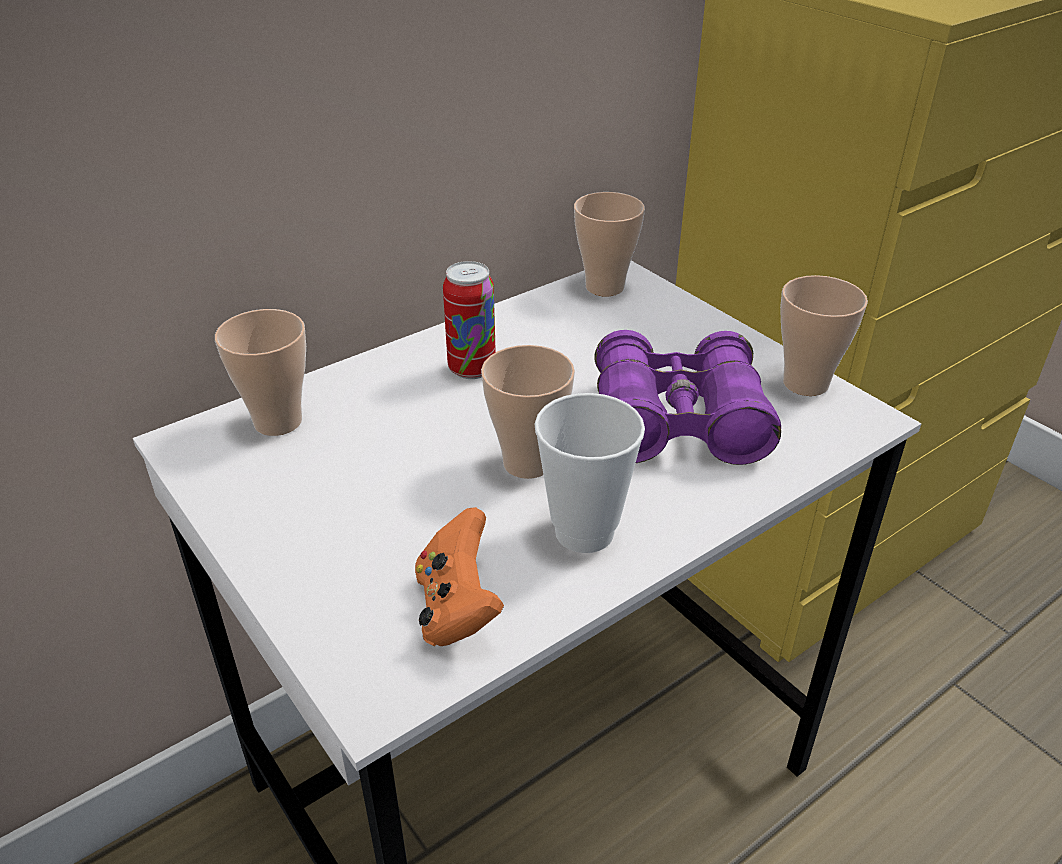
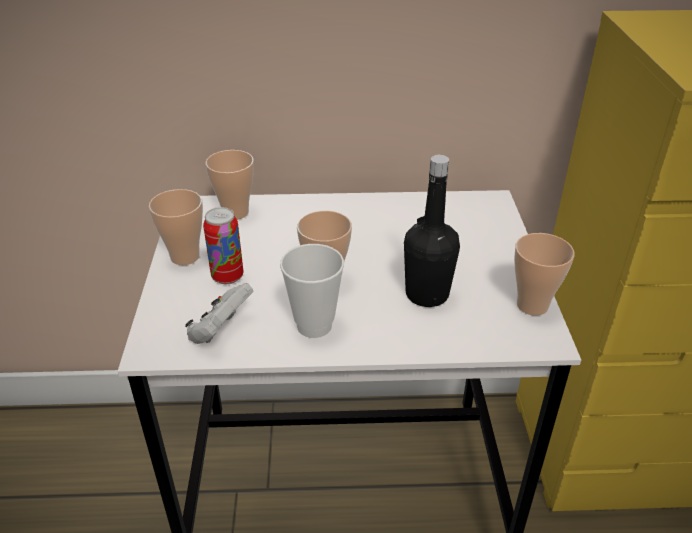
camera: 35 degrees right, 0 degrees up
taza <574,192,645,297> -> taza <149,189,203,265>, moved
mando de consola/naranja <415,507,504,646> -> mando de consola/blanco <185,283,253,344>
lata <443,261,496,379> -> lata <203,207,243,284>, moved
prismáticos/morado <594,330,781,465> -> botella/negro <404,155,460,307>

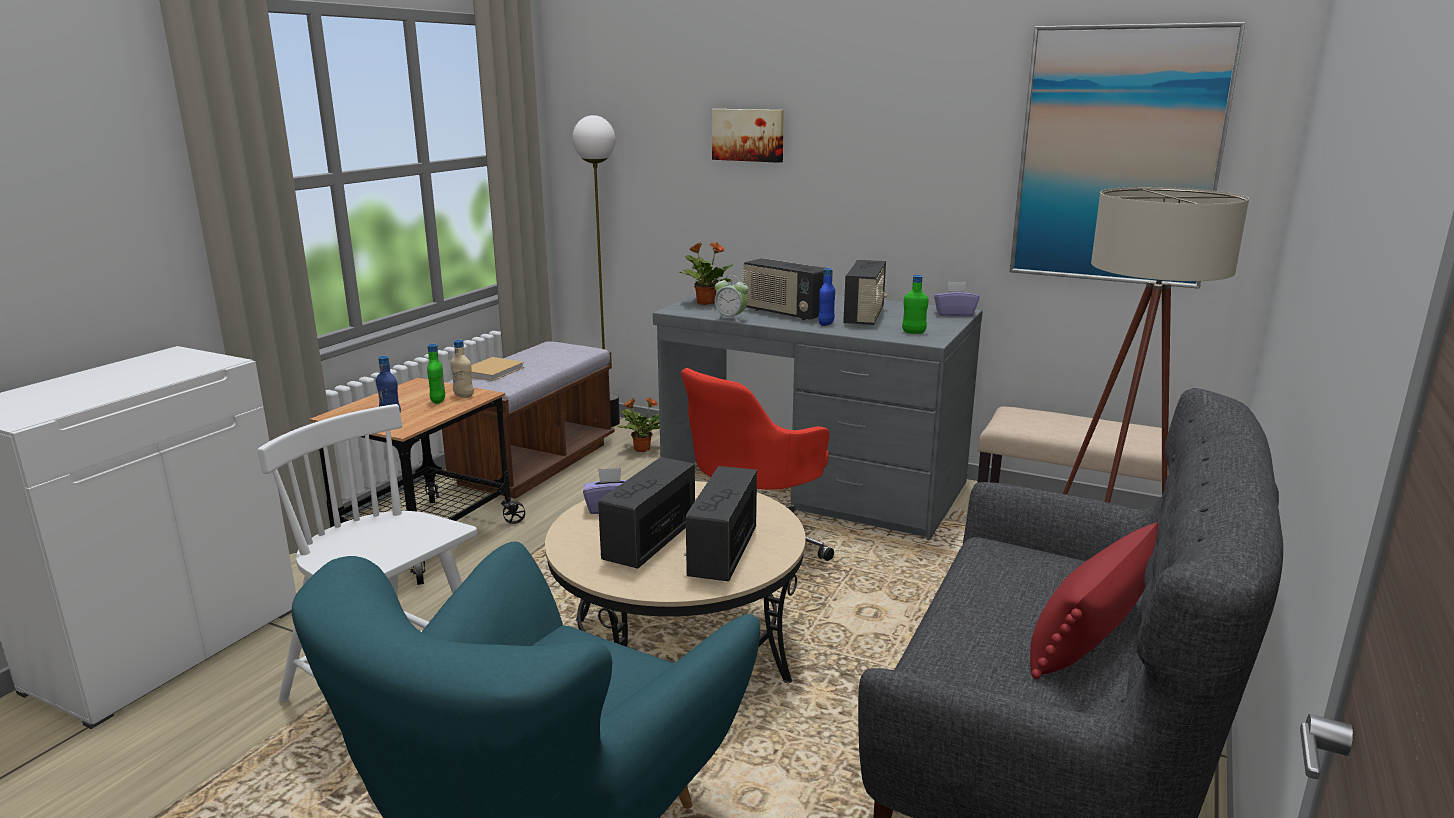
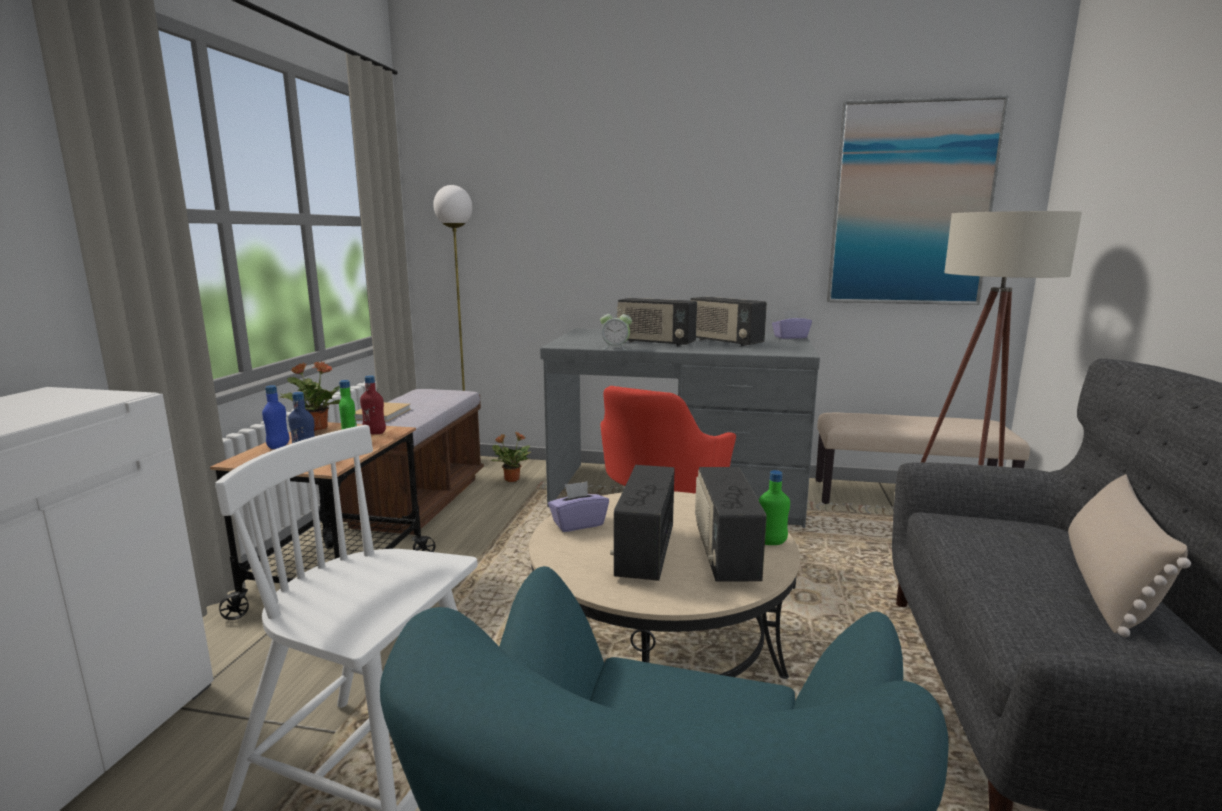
camera: 15 degrees left, 5 degrees down
botella/azul <818,268,835,326> -> botella/azul <262,385,289,449>, moved
planta en maceta <679,242,734,305> -> planta en maceta <279,361,340,431>, moved
botella/beis <450,340,474,398> -> botella/rojo <360,375,386,434>
radio <843,260,887,325> -> radio <691,297,767,346>, 135 degrees clockwise
botella/verde <902,275,928,334> -> botella/verde <759,470,790,545>, moved
cojín/rojo <1030,523,1158,679> -> cojín/beis <1068,474,1191,637>
cuadro <712,109,784,163> -> none

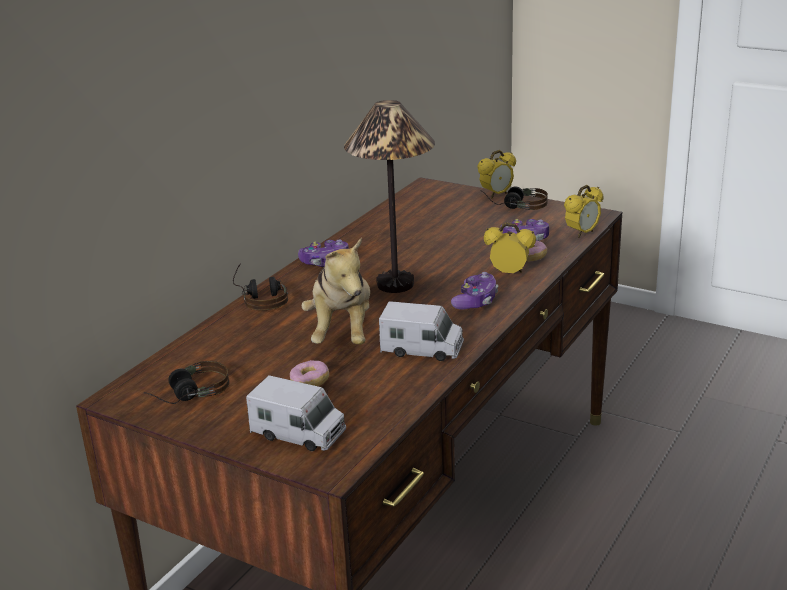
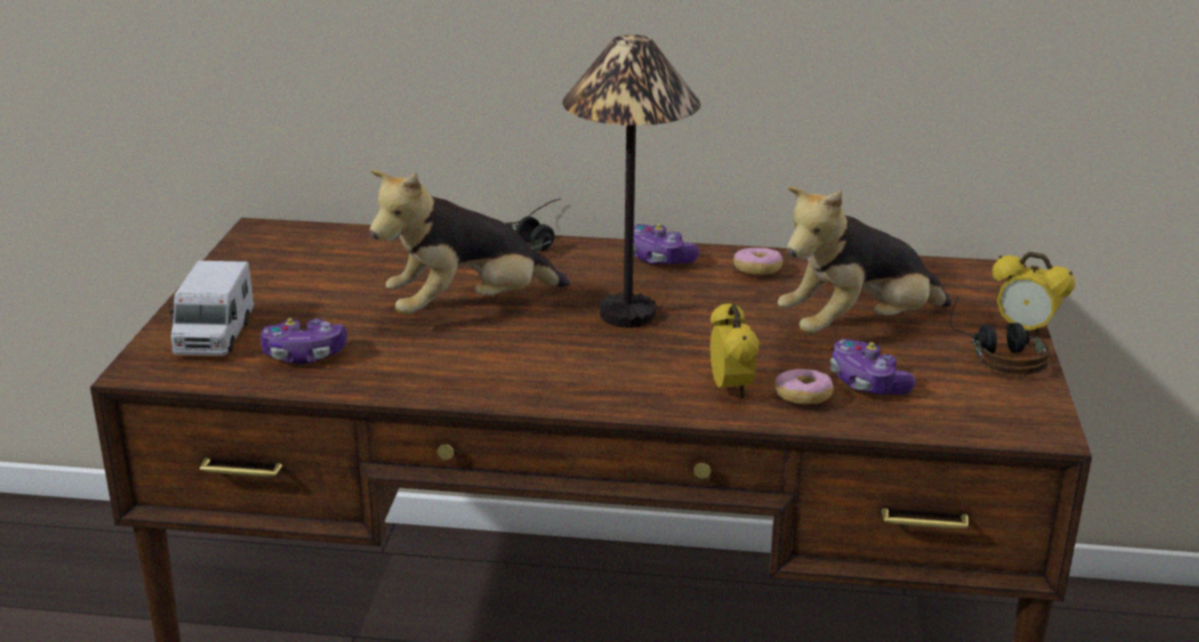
camera: 65 degrees right, 0 degrees up
mando de consola <451,272,498,309> -> mando de consola <261,318,347,364>, moved
rosquilla <290,360,329,386> -> rosquilla <733,248,783,275>, moved
none -> peluche <778,186,951,334>
auriculares <144,361,229,404> -> none
camión de juguete <379,301,464,361> -> none
despertador <564,185,604,238> -> none

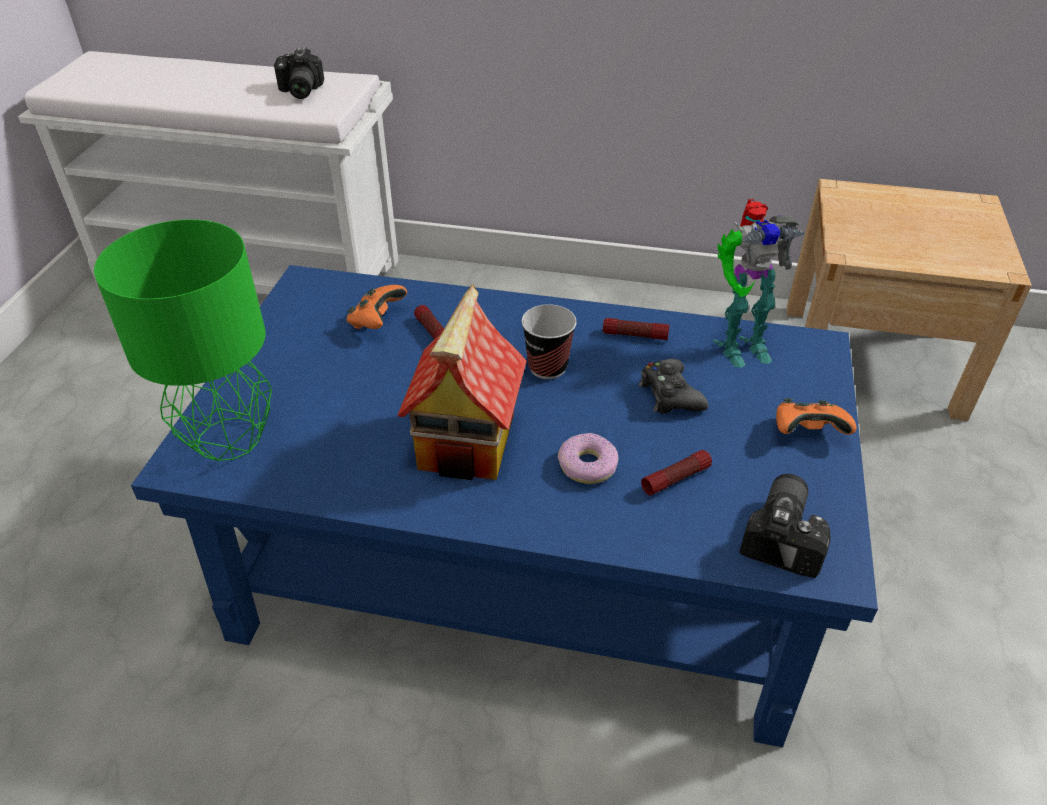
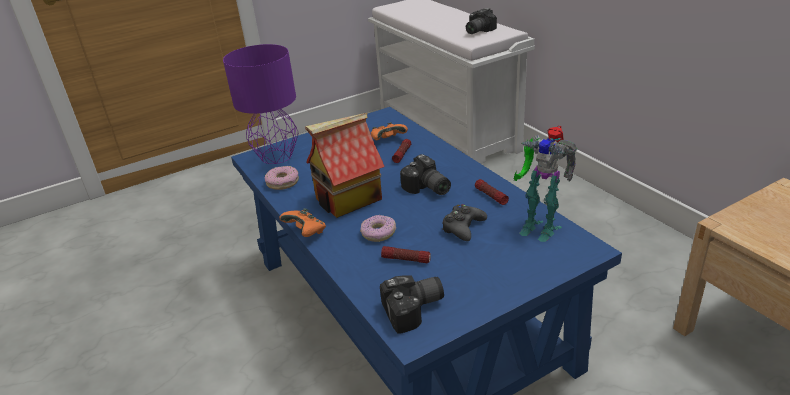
camera: 50 degrees right, 10 degrees down
lámpara de mesa/verde <94,219,272,461> -> lámpara de mesa/morado <223,44,299,164>
none -> rosquilla <264,166,299,190>
mando de consola/naranja <776,398,856,435> -> mando de consola/naranja <279,208,326,237>, moved
taza <521,304,577,379> -> cámara <400,154,451,195>

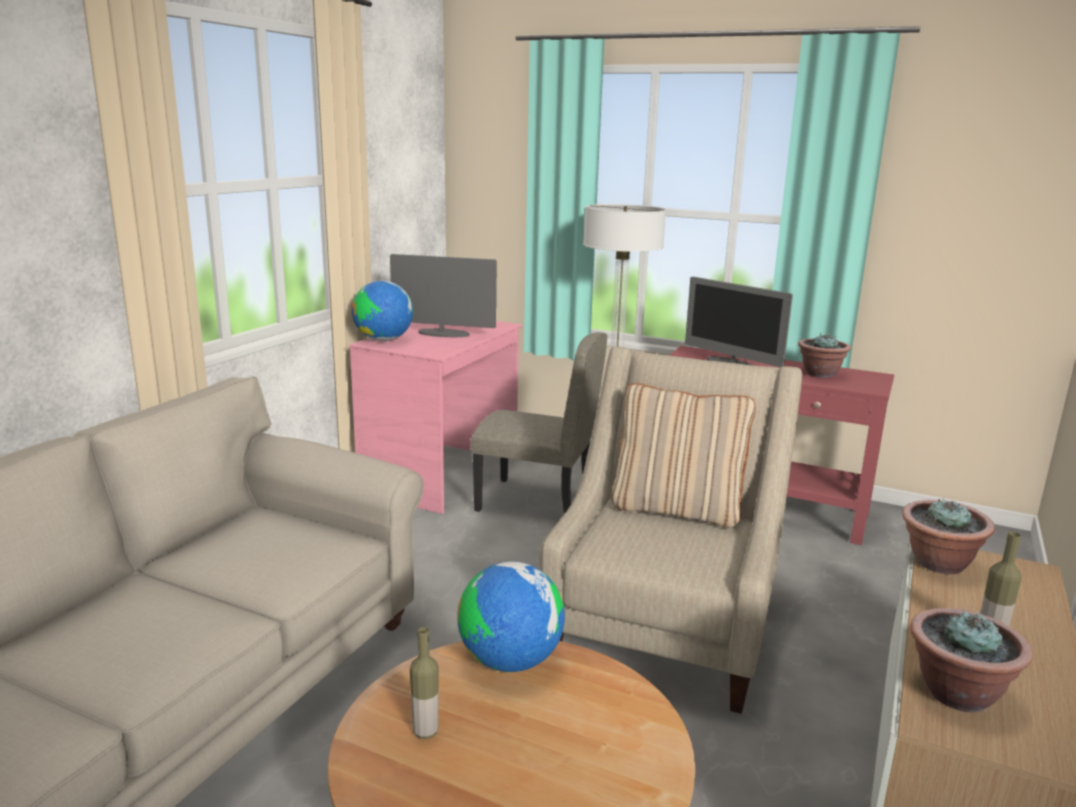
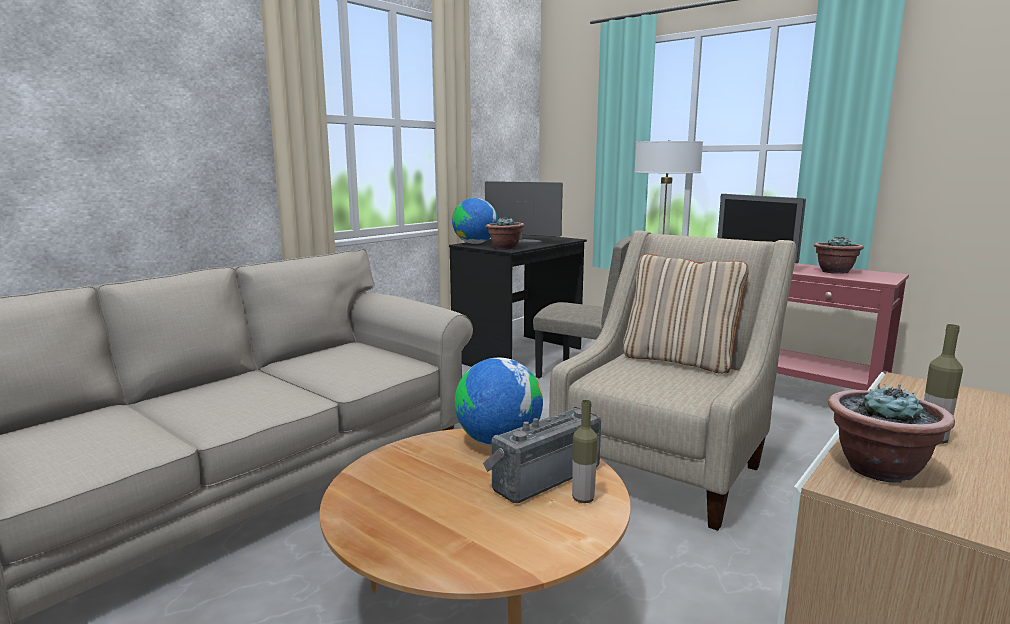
camera: 15 degrees right, 5 degrees down
escritorio/rosa <349,321,522,514> -> escritorio/negro <449,235,587,367>
none -> radio <483,407,601,503>
planta en maceta <902,497,995,574> -> planta en maceta <486,216,524,250>, moved
botella <410,627,439,739> -> botella <572,400,598,503>, moved

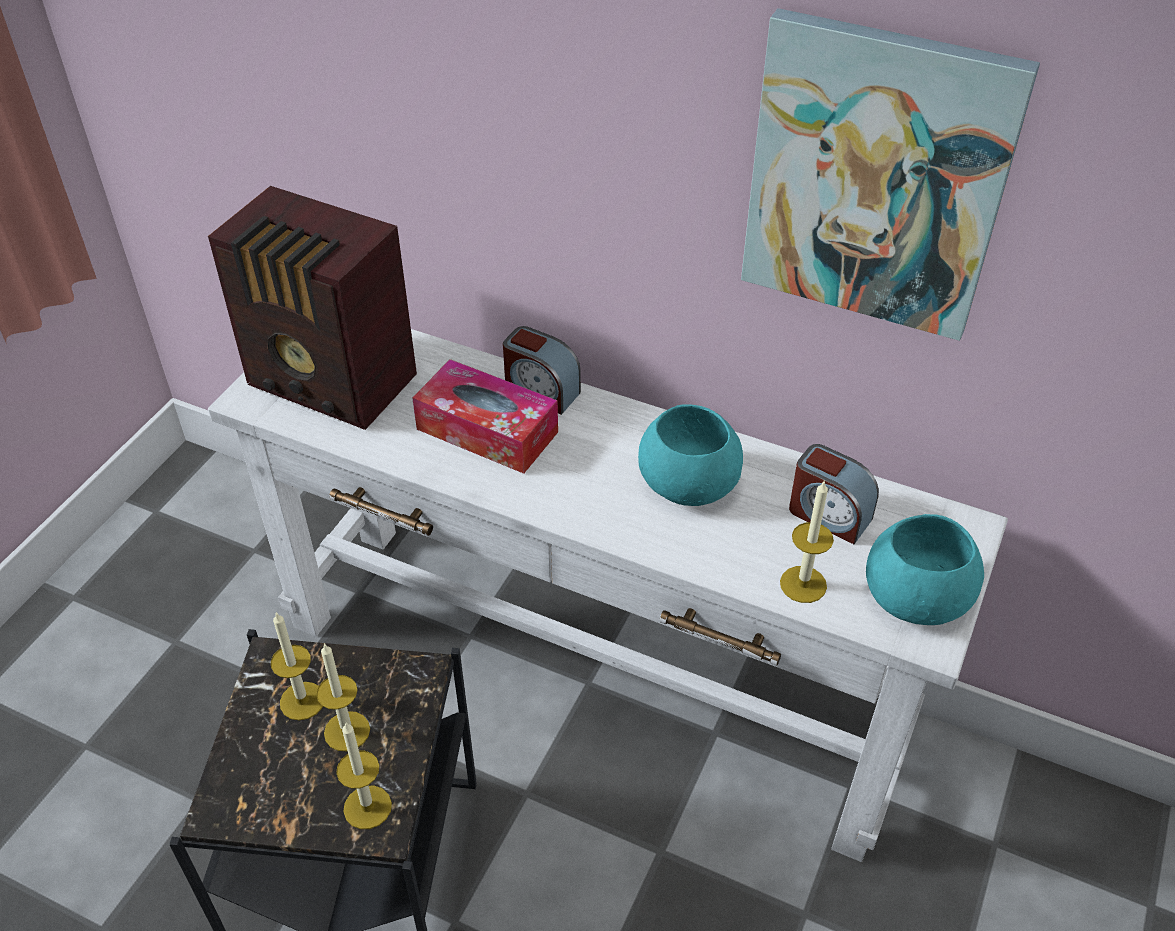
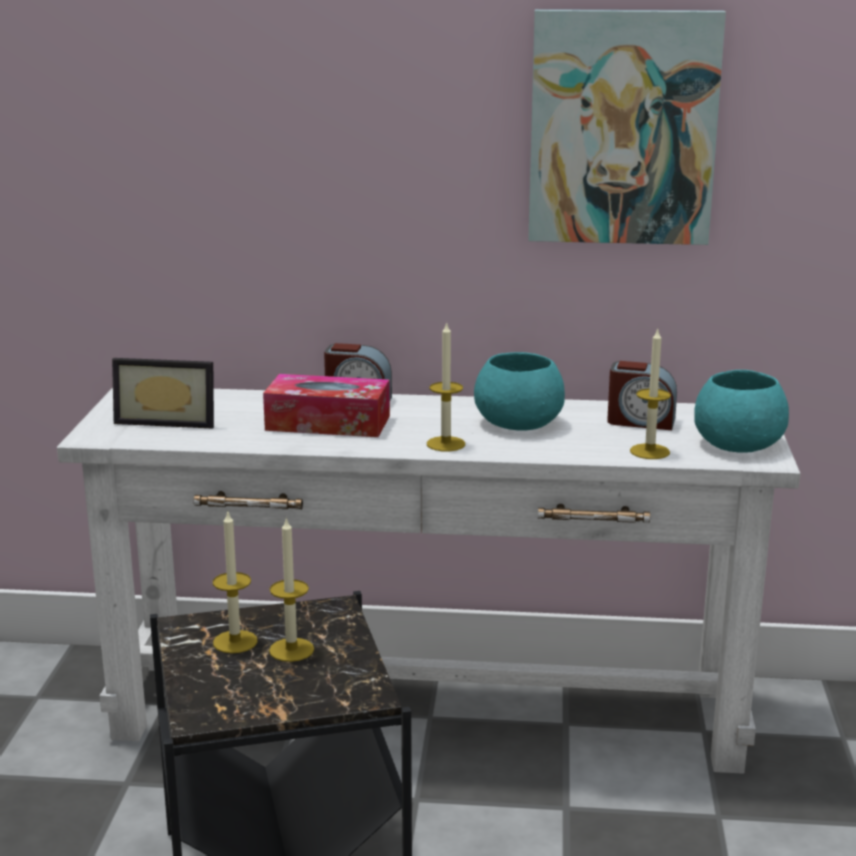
camera: 20 degrees left, 25 degrees down
radio <208,186,417,430> -> portarretratos <112,358,214,429>
vela <336,723,392,829> -> vela <427,321,465,451>, moved

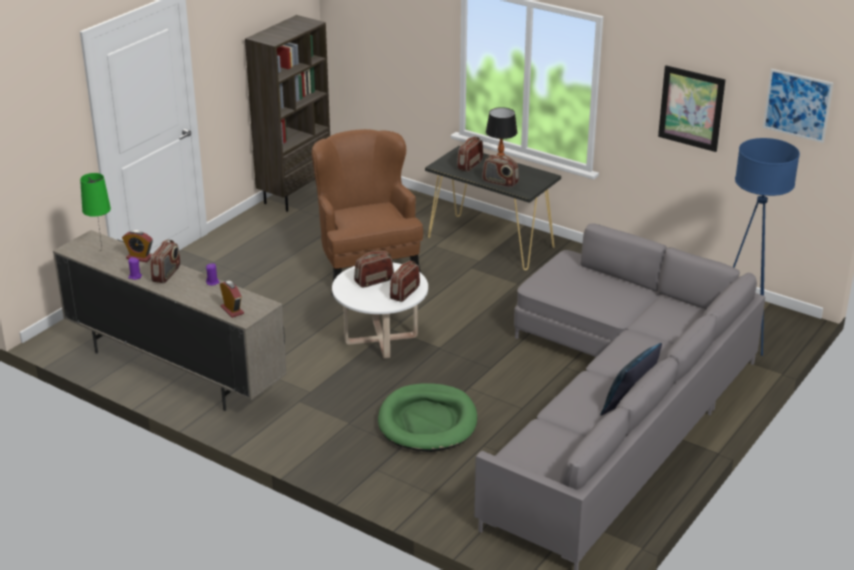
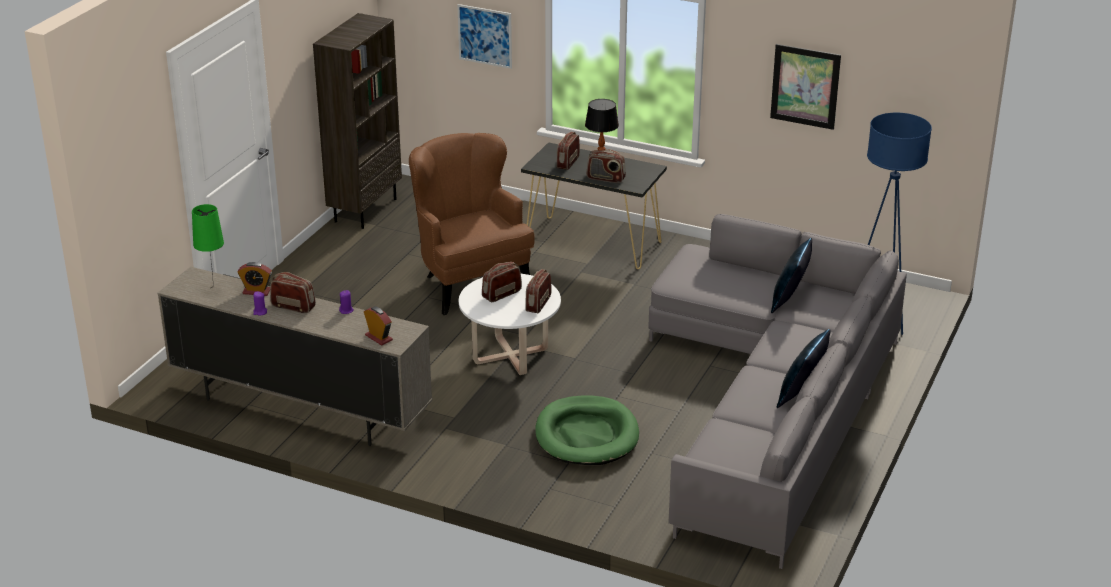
camera: 10 degrees left, 0 degrees up
radio <150,240,181,283> -> radio <270,272,316,313>, 75 degrees counterclockwise
cuadro <763,69,833,143> -> cuadro <457,4,512,69>, moved
none -> cojín/azul <771,238,812,313>

